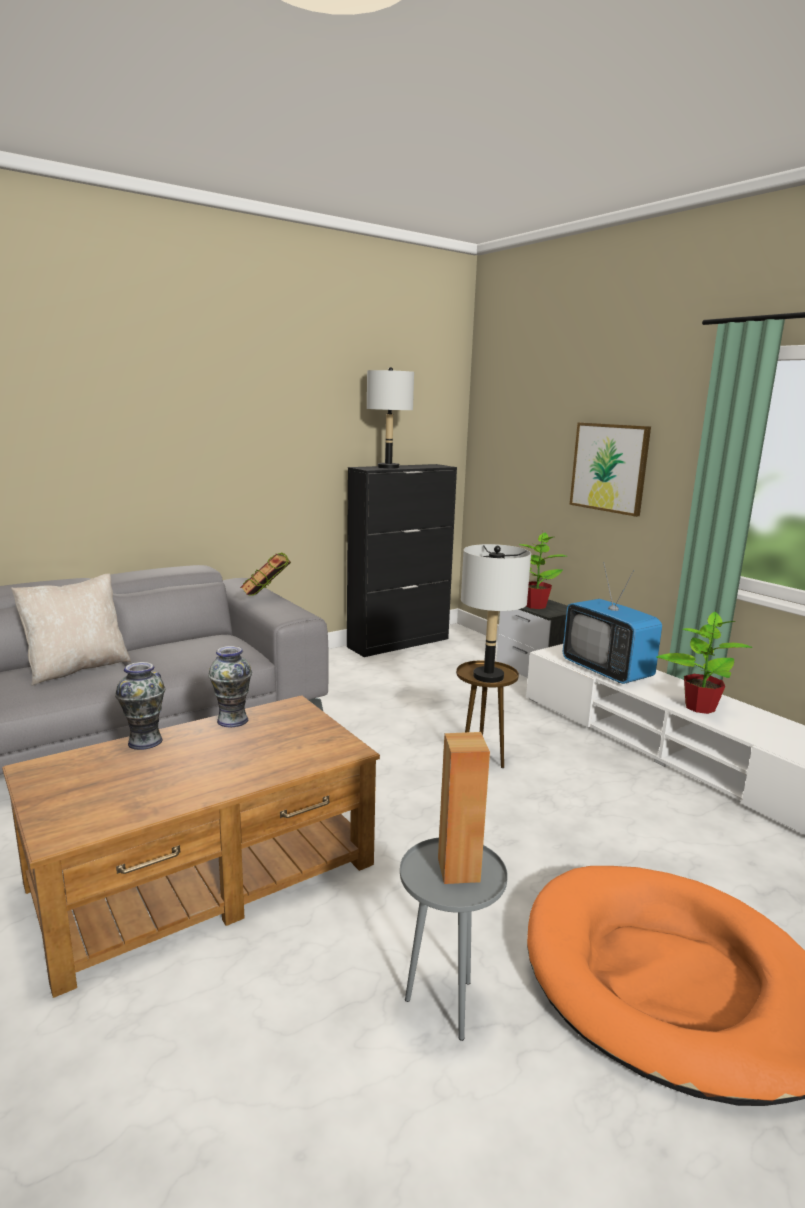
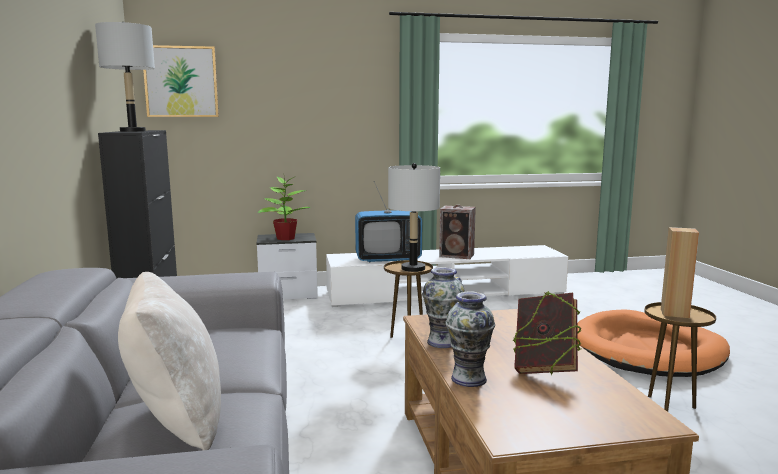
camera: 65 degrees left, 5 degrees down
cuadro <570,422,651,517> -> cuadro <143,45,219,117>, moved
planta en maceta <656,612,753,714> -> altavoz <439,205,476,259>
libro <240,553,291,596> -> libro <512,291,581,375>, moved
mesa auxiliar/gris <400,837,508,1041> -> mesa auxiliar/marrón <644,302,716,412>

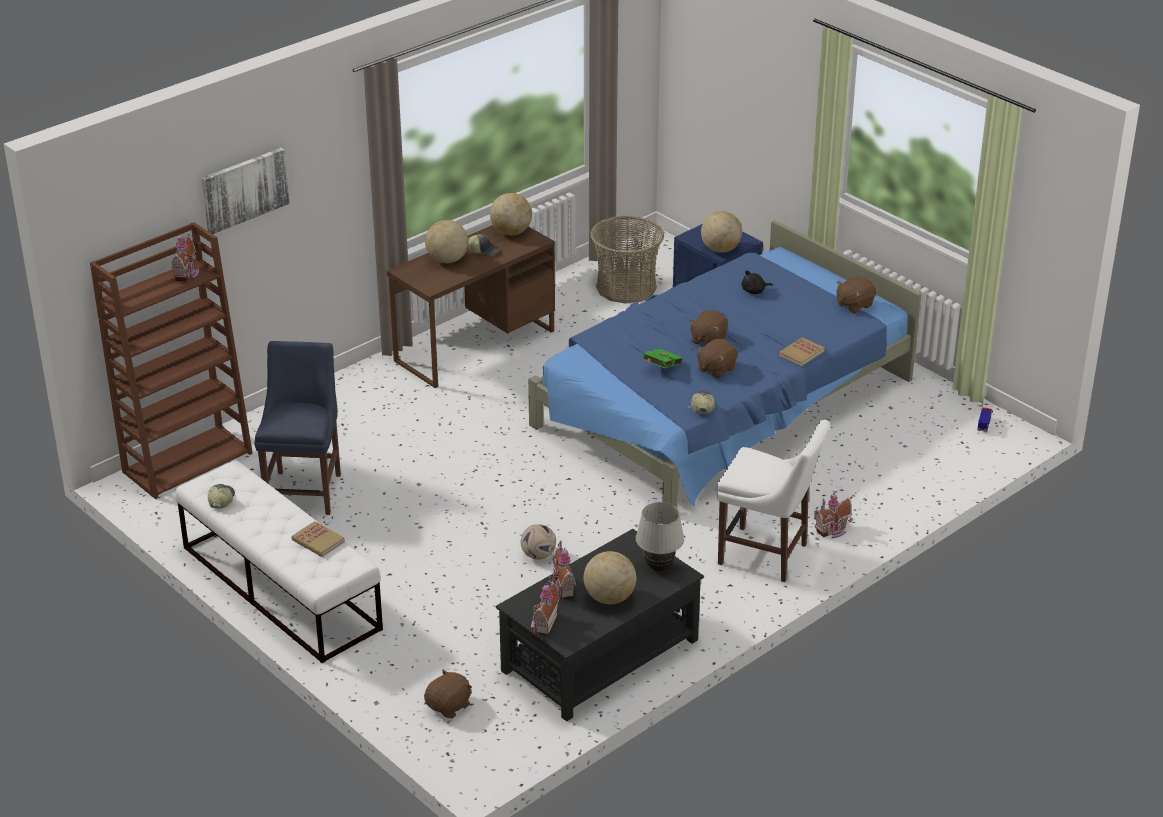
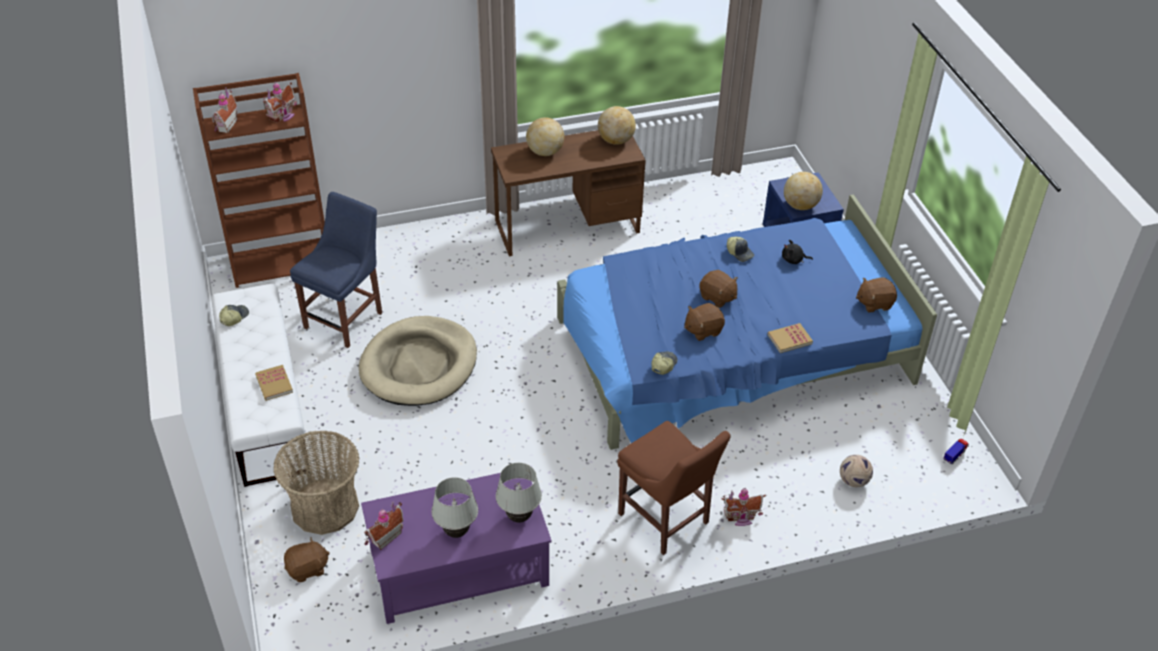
camera: 25 degrees right, 10 degrees up
casita <552,540,576,599> -> casita <212,88,237,133>, moved
cesta <590,216,664,304> -> cesta <273,430,360,535>, moved
none -> cama para perro/beis <359,316,477,406>
mesa de centro/negro <496,529,704,721> -> mesa de centro/morado <361,473,552,624>
globo terráqueo <584,551,636,604> -> lámpara de mesa/blanco <432,477,478,538>
silla/blanco <717,419,830,582> -> silla/marrón <617,421,731,555>
peluche/marrón <689,310,728,344> -> peluche/marrón <699,270,738,308>, 105 degrees counterclockwise
gorra <468,234,499,257> -> gorra <727,237,754,262>, moved
balón de fútbol <521,524,556,560> -> balón de fútbol <840,455,873,487>, moved
cuadro <202,148,290,234> -> none
libro/verde <642,349,682,368> -> none

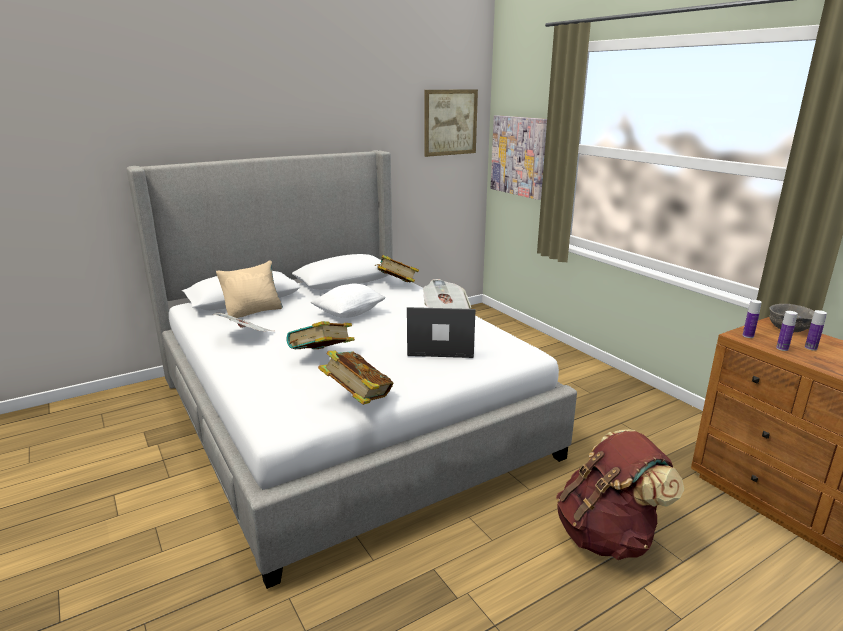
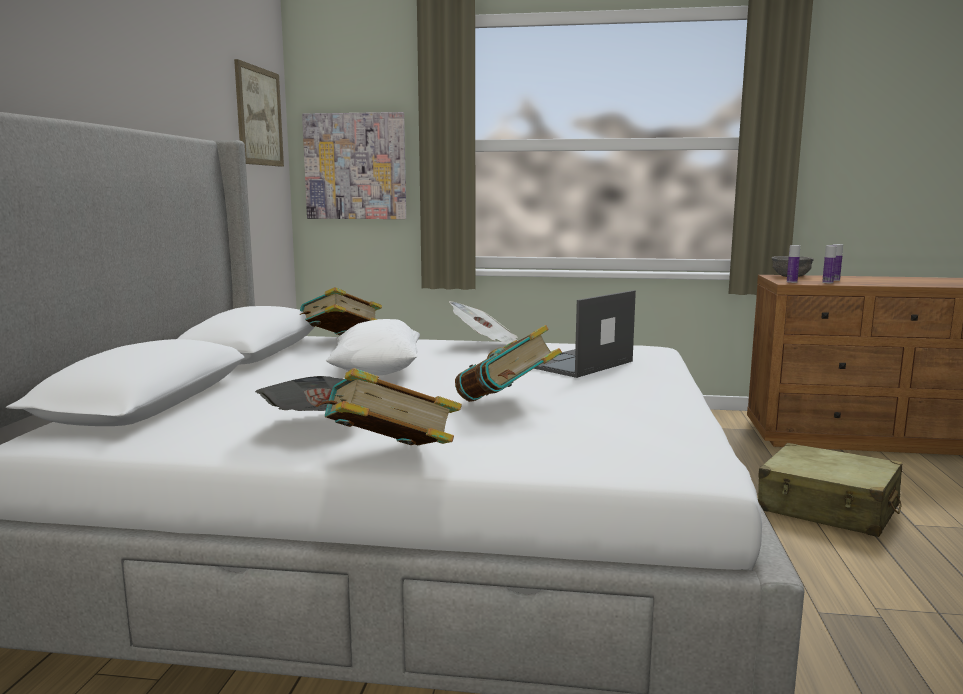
camera: 50 degrees left, 10 degrees down
libro <318,350,394,405> -> libro <316,368,462,445>, moved
mochila/marrón <556,430,684,560> -> maleta/beis <758,443,903,537>
cojín/beis <216,260,283,320> -> none

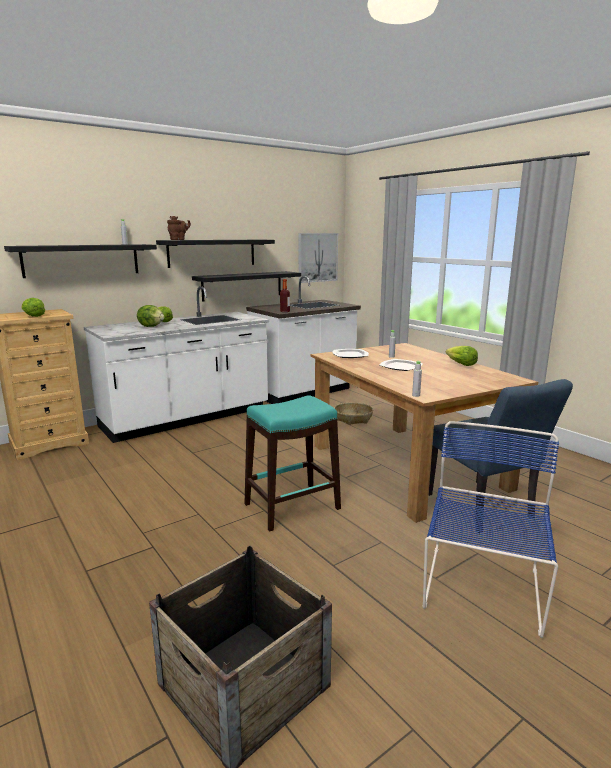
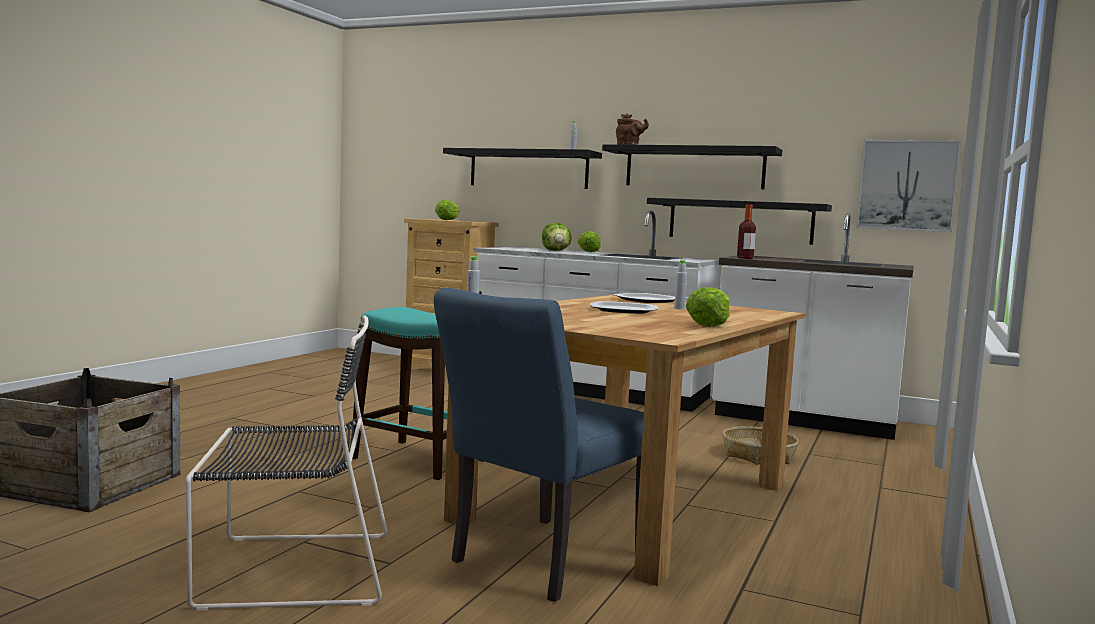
camera: 60 degrees right, 10 degrees down
silla/azul <422,421,559,638> -> silla/negro <186,315,387,611>

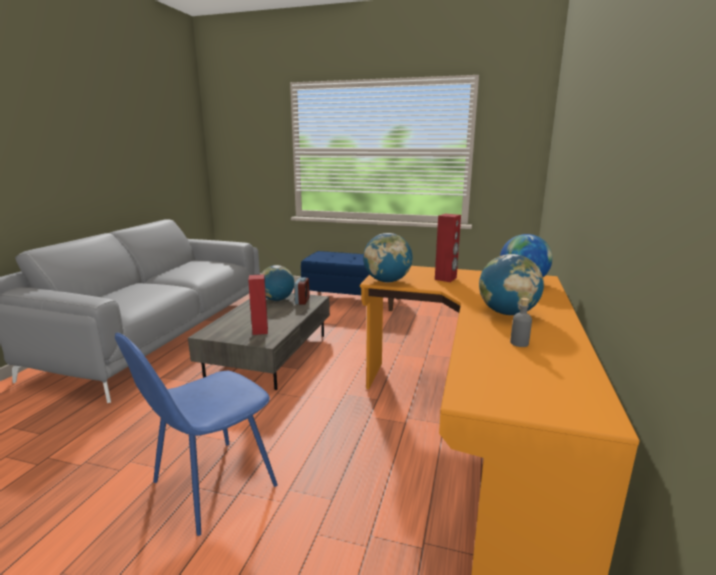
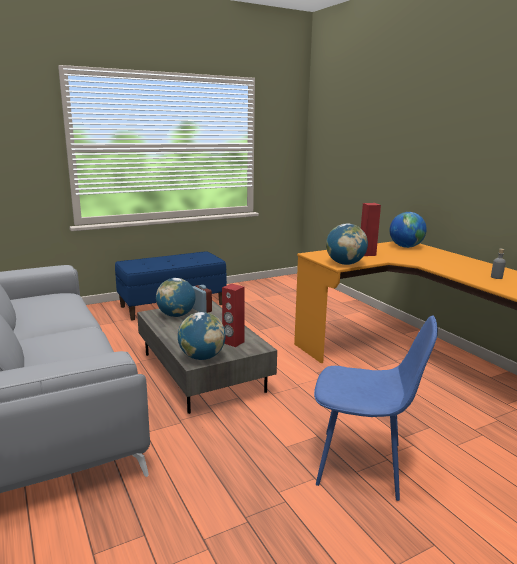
camera: 45 degrees left, 0 degrees up
globo terráqueo <479,254,544,315> -> globo terráqueo <178,312,226,360>, moved
silla/azul <115,333,278,536> -> silla/azul <314,315,438,501>, 75 degrees counterclockwise

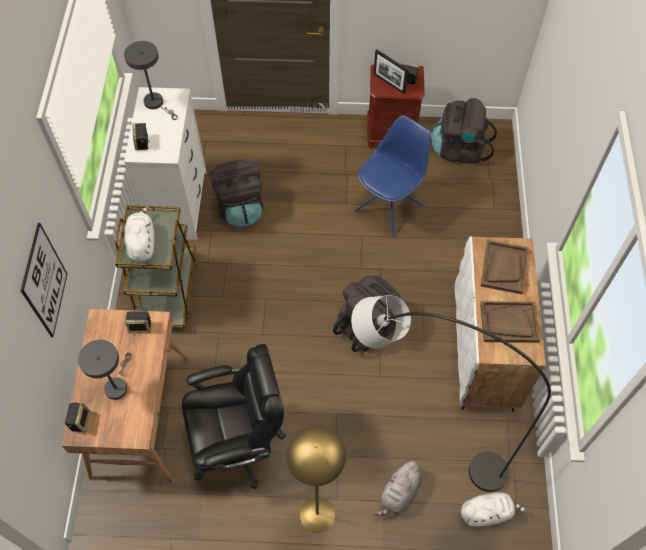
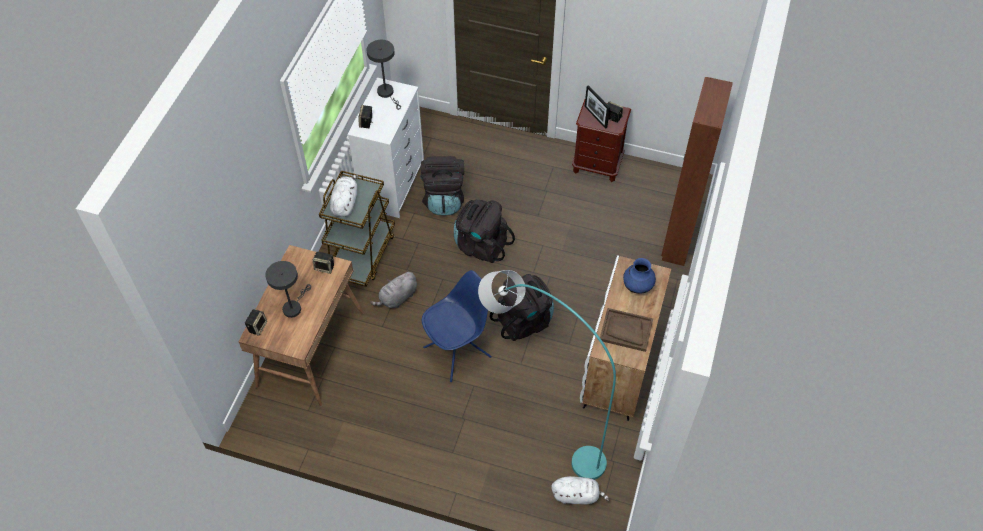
camera: 15 degrees right, 5 degrees down
peluche/gris <374,458,422,516> -> peluche/gris <370,271,417,308>, moved
silla/azul <354,115,431,237> -> silla/azul <422,270,492,382>, moved
mochila/negro <431,98,497,164> -> mochila/negro <454,199,515,263>, moved
lámpara de pie/negro <351,295,551,492> -> lámpara de pie/turquesa <478,270,616,480>
bandeja/marrón <481,240,528,294> -> florero/azul <623,258,656,294>
none -> armario ropero/marrón <661,77,733,266>
cuadro <21,223,68,337> -> none
silla de oficina/negro <182,344,286,490> -> none
lámpara de pie/amarillo <286,425,346,533> -> none

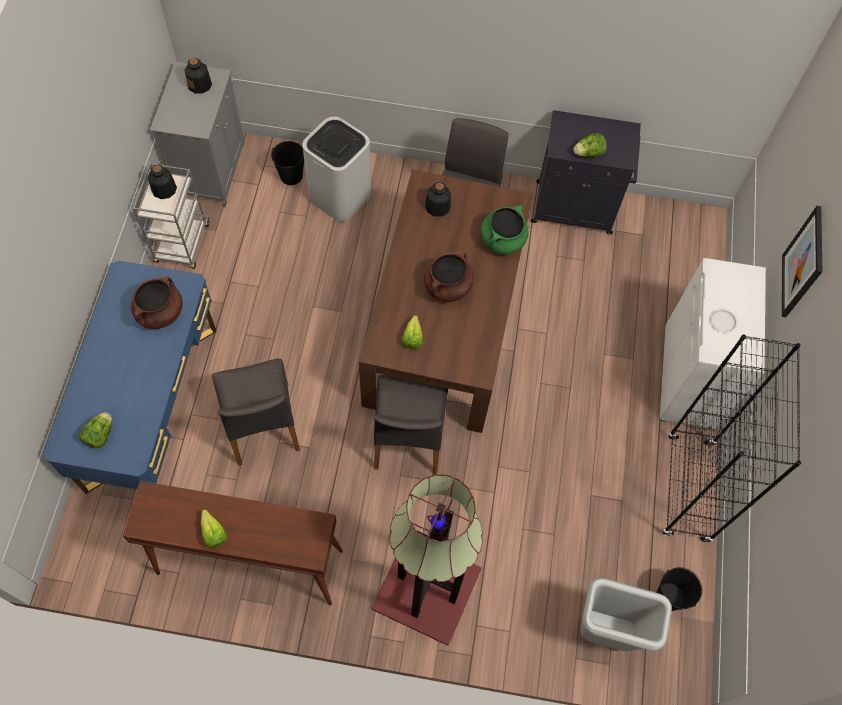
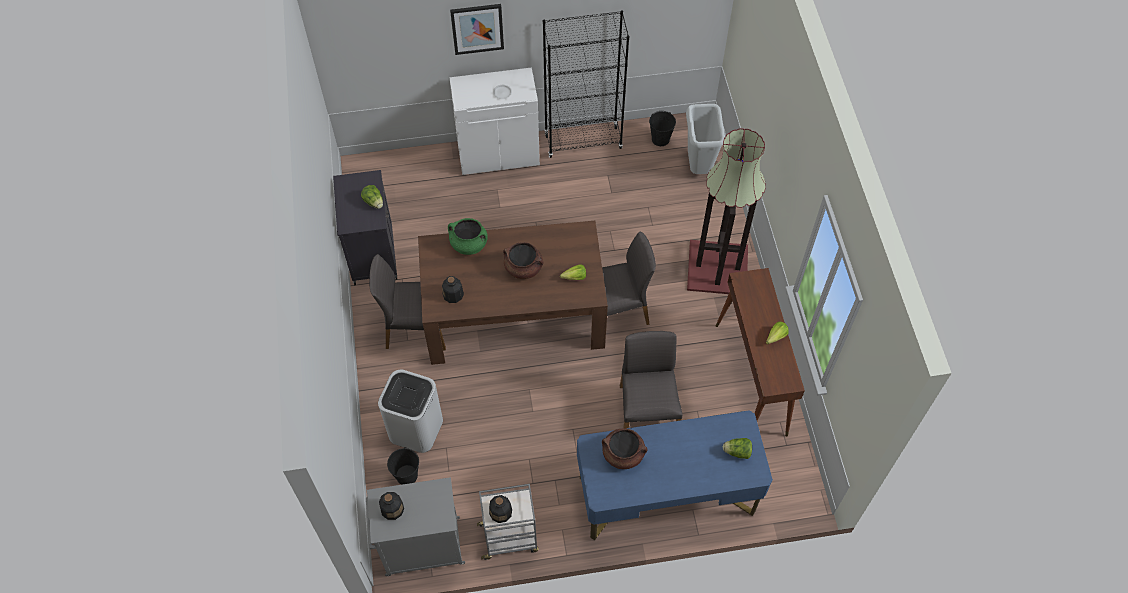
camera: 105 degrees left, 5 degrees down
silla/gris <212,358,300,466> -> silla/gris <620,331,682,429>, 60 degrees counterclockwise

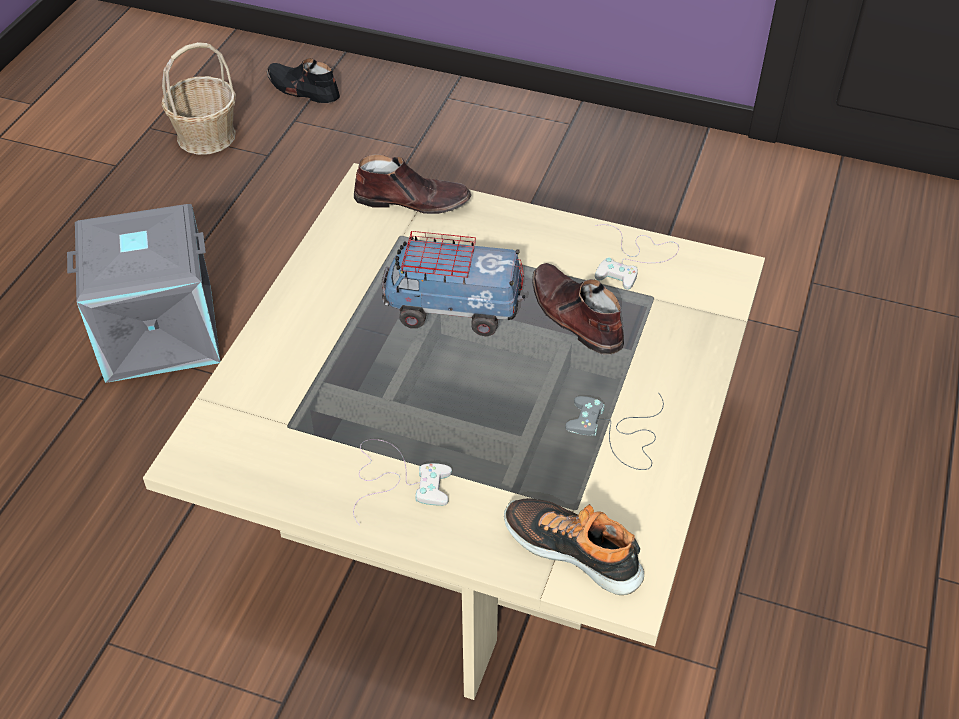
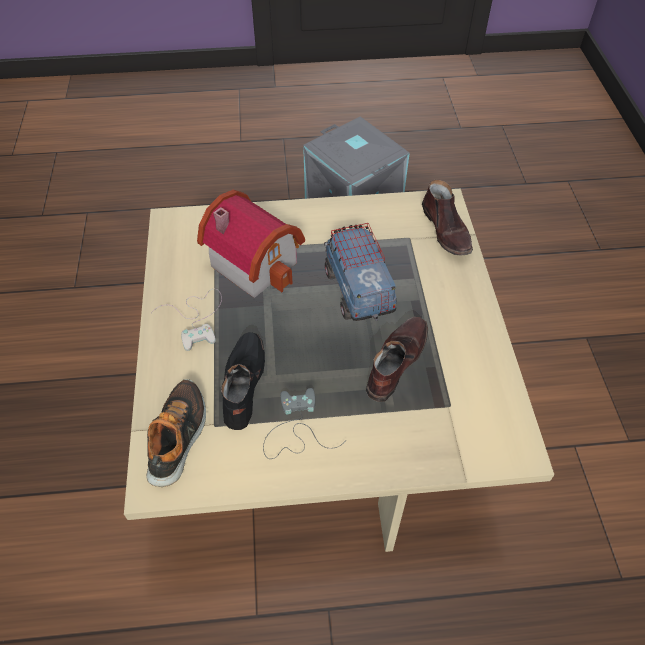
camera: 65 degrees right, 5 degrees up
none -> casita <197,190,305,298>
zapato/negro <266,58,340,103> -> zapato/negro <221,332,265,430>, moved
cesta <161,42,236,155> -> none
mando de consola/blanco <595,224,679,290> -> none

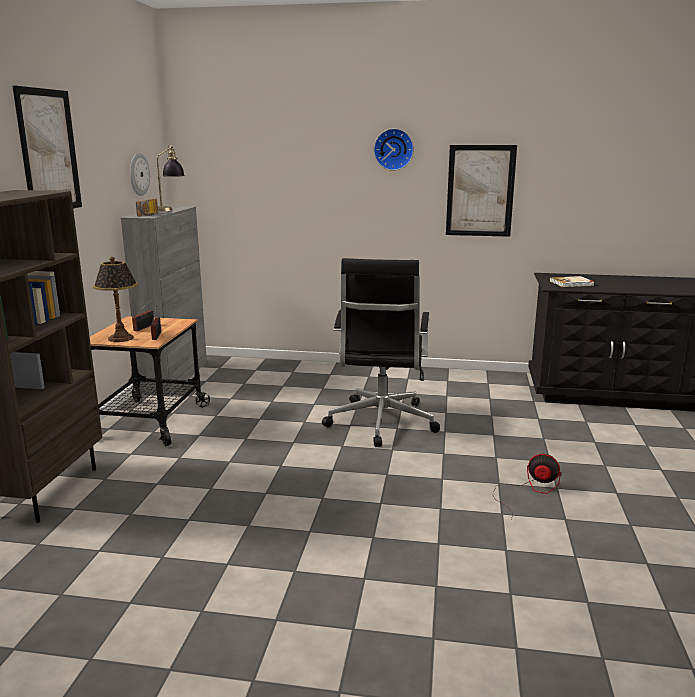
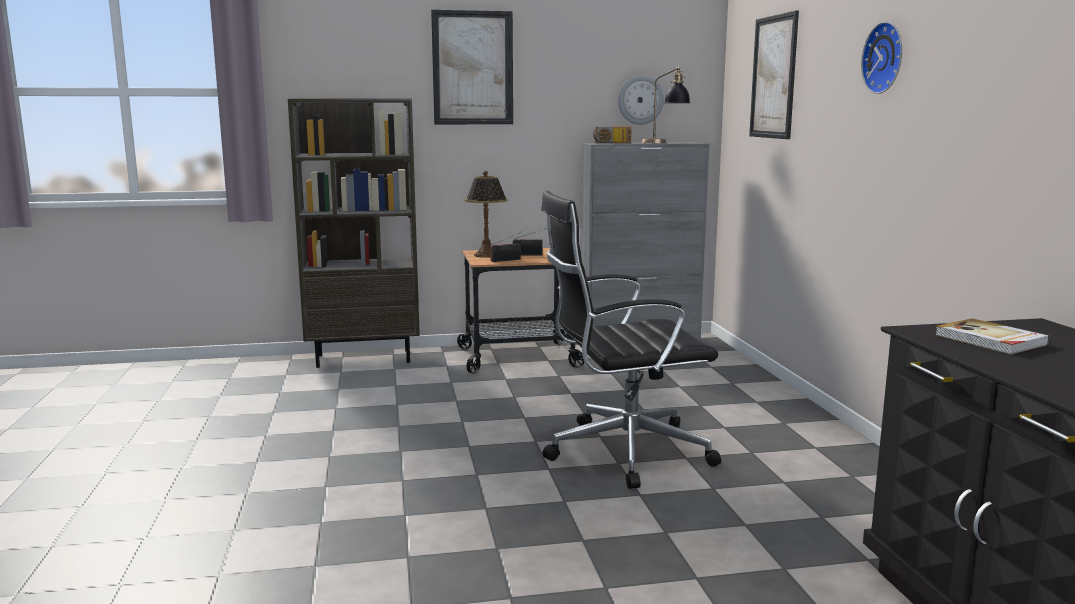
camera: 70 degrees right, 5 degrees down
cuadro <446,145,517,237> -> cuadro <749,10,799,139>, moved
ventilador <492,454,561,519> -> none

